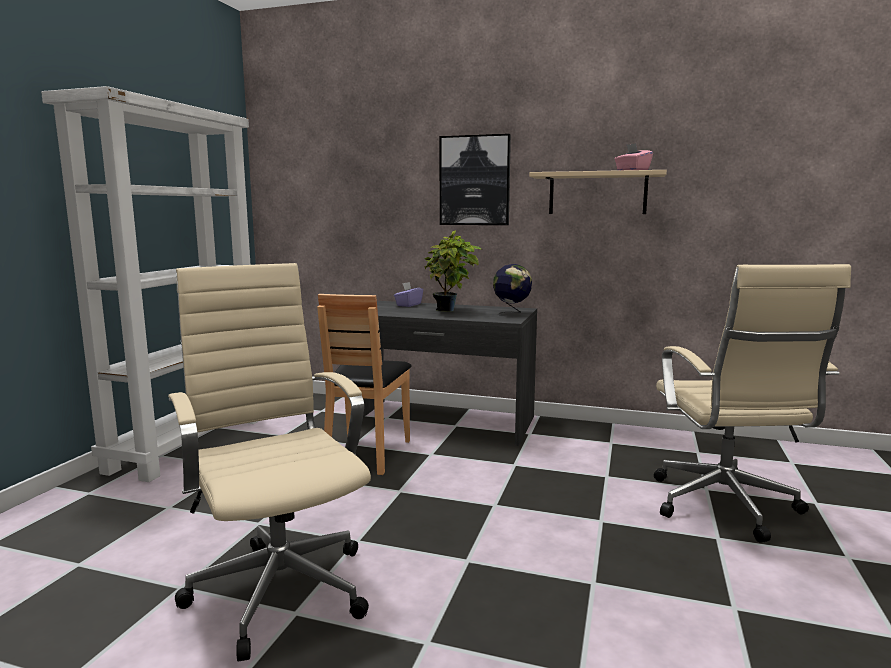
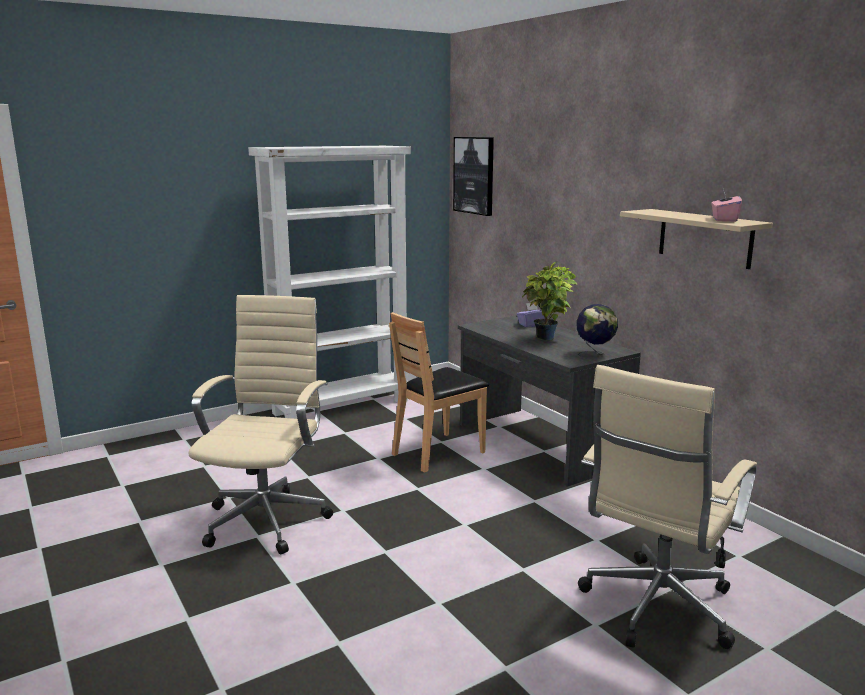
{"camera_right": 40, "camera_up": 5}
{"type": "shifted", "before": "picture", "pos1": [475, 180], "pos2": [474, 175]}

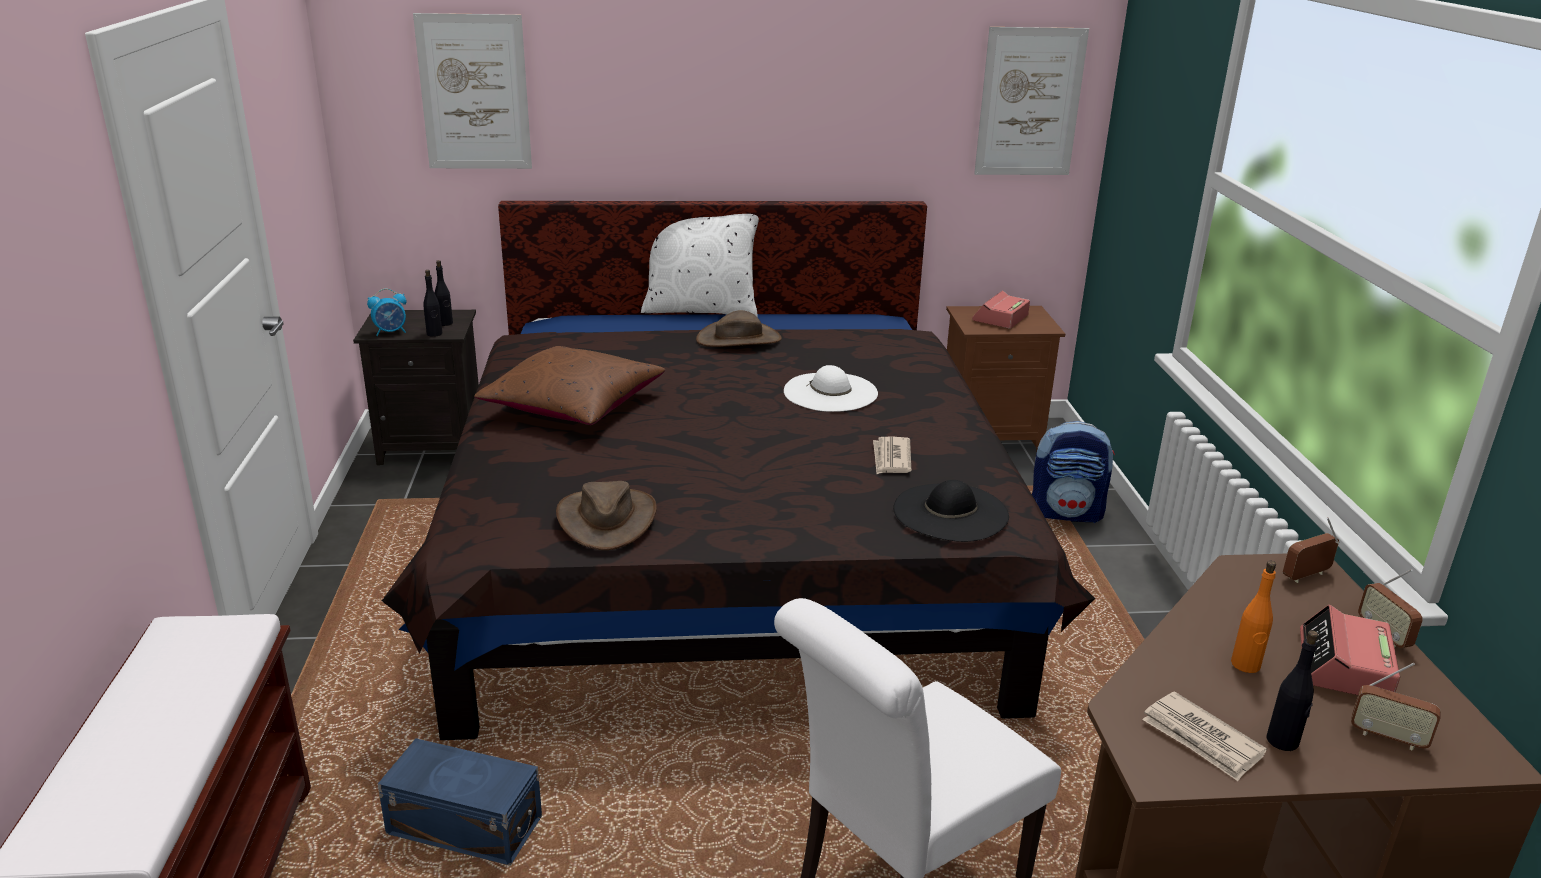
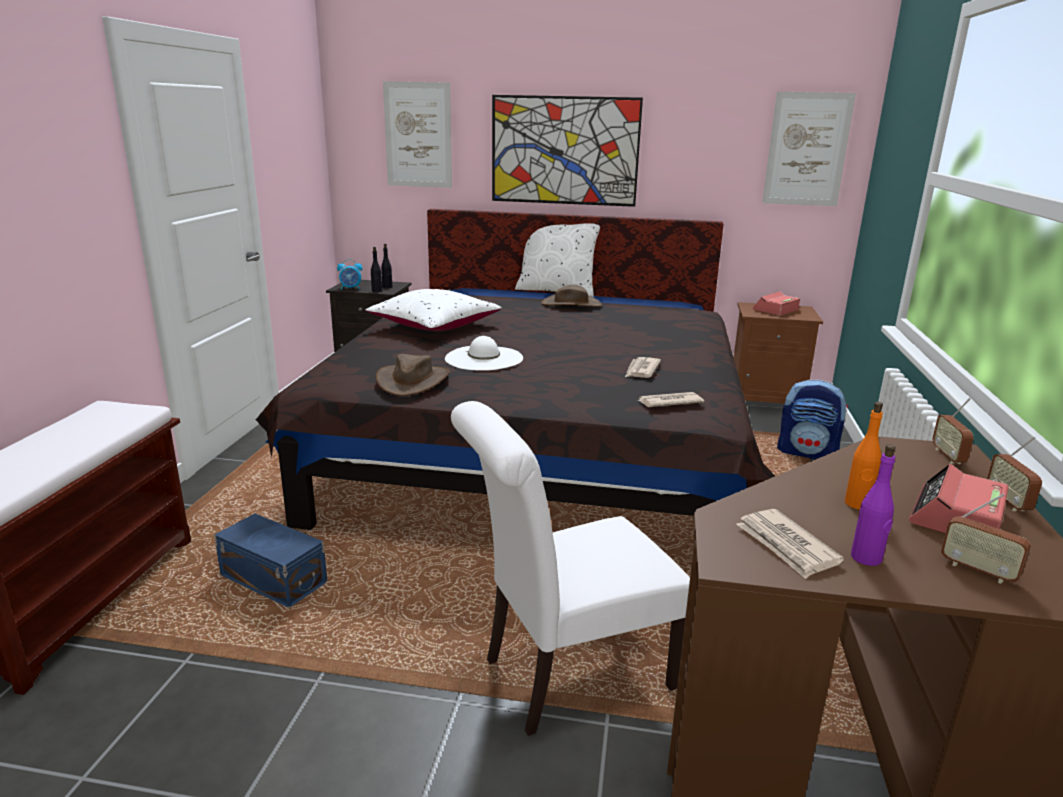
{"camera_right": 15, "camera_up": -5}
{"type": "repainted", "before": "throw pillow/brown-coloured", "after": "throw pillow/whitish", "pos1": [574, 406], "pos2": [435, 326]}
{"type": "shifted", "before": "hat/whitish", "pos1": [830, 392], "pos2": [484, 358]}
{"type": "swapped", "before": "hat/blackish", "after": "daily paper", "pos1": [950, 512], "pos2": [669, 402]}
{"type": "repainted", "before": "bottle/blackish", "after": "bottle/purple-coloured", "pos1": [1283, 741], "pos2": [866, 558]}
{"type": "rotated", "before": "radio set", "pos1": [1306, 576], "pos2": [948, 456], "turn": -75}
{"type": "new", "after": "picture", "pos2": [564, 151]}

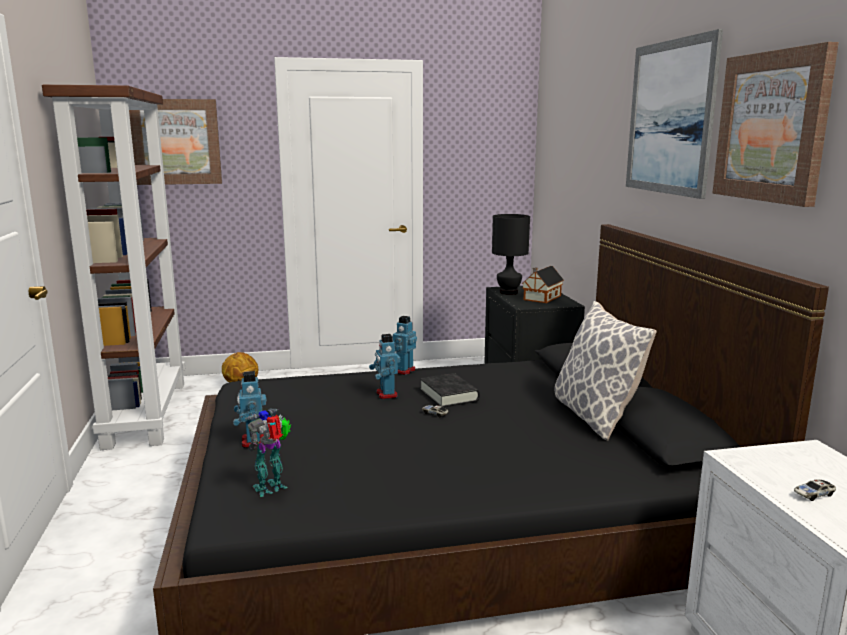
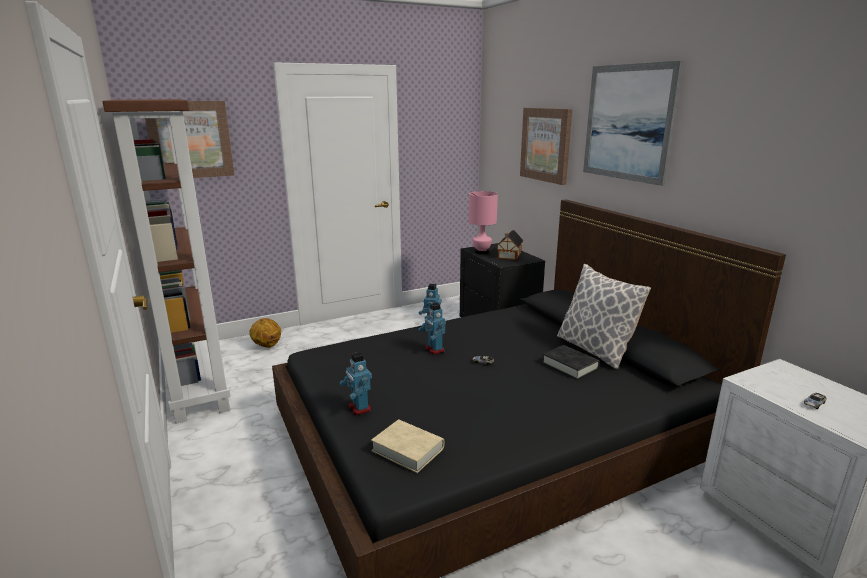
{"camera_right": -15, "camera_up": 5}
{"type": "swapped", "before": "robot figure", "after": "bound book/beige", "pos1": [272, 488], "pos2": [408, 450]}
{"type": "shifted", "before": "bound book/blackish", "pos1": [449, 395], "pos2": [570, 366]}
{"type": "repainted", "before": "lamp for a table/blackish", "after": "lamp for a table/pinkish", "pos1": [508, 292], "pos2": [481, 252]}
{"type": "shifted", "before": "picture", "pos1": [772, 127], "pos2": [546, 144]}

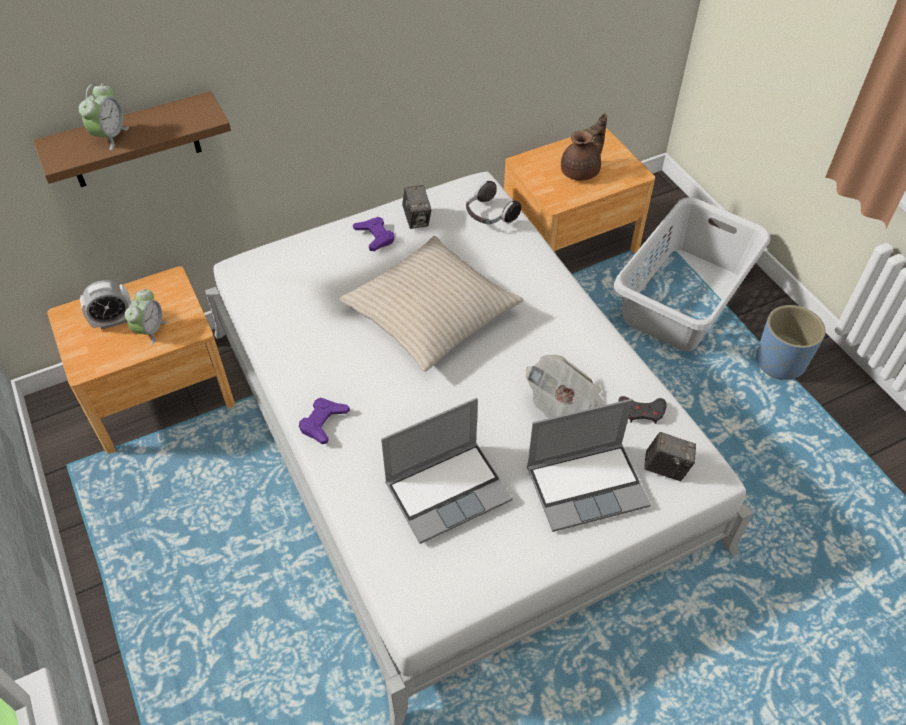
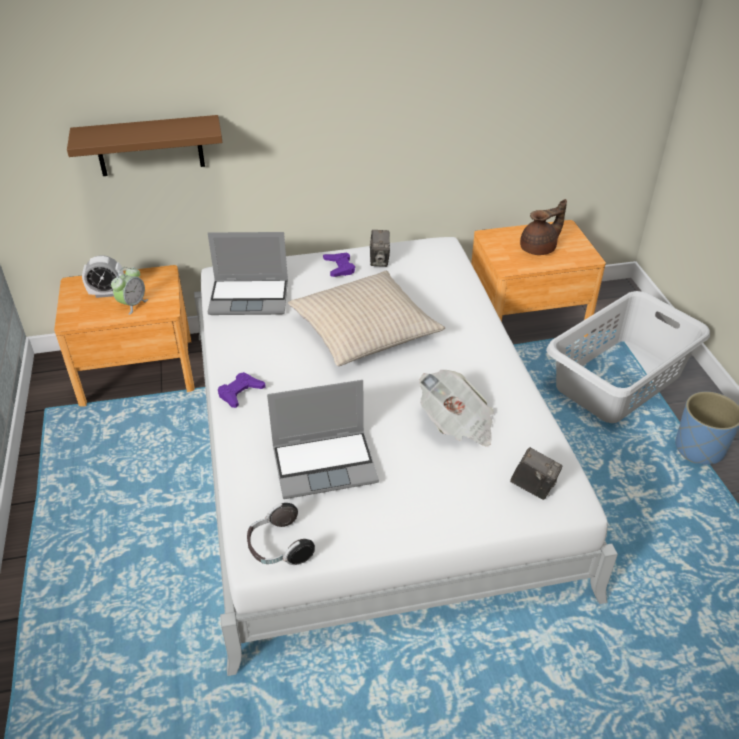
{"camera_right": 15, "camera_up": -10}
{"type": "gone", "before": "alarm clock", "pos1": [110, 136]}
{"type": "shifted", "before": "headset", "pos1": [489, 215], "pos2": [278, 547]}
{"type": "shifted", "before": "notebook computer", "pos1": [587, 485], "pos2": [250, 297]}
{"type": "gone", "before": "game controller/grey", "pos1": [642, 411]}

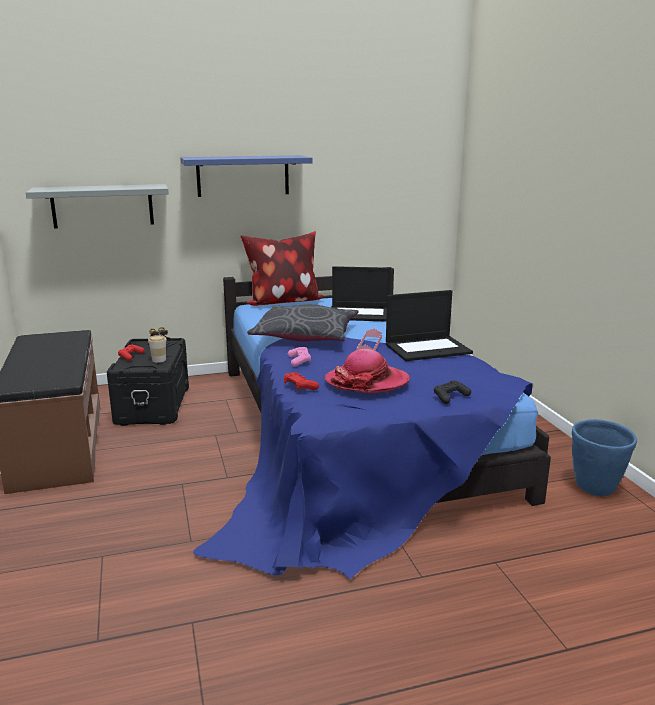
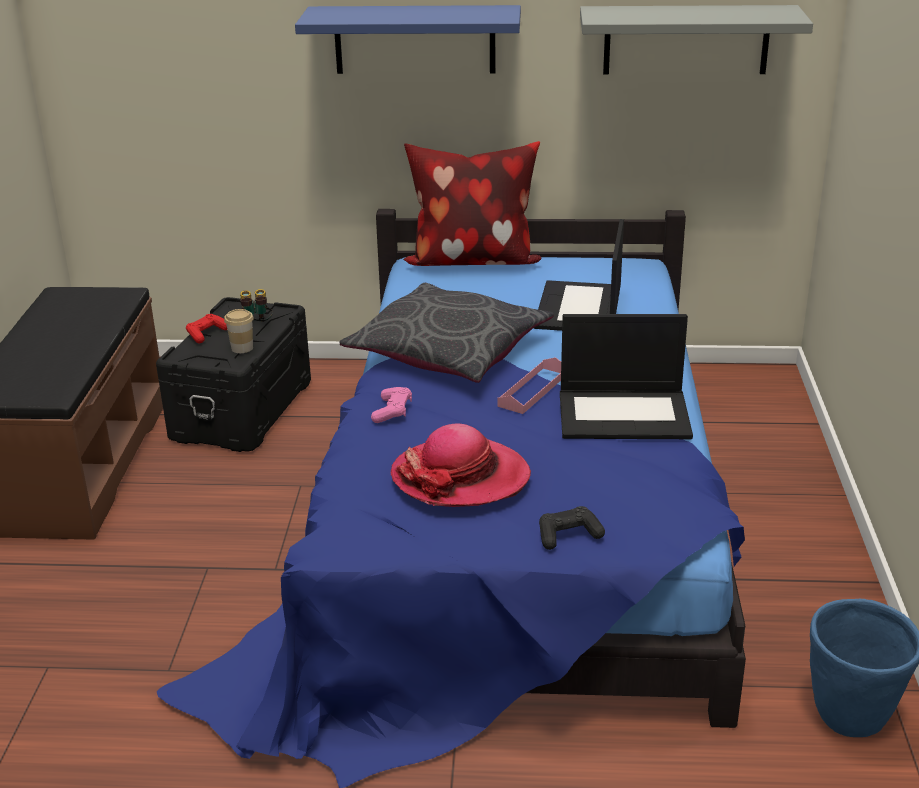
{"camera_right": 20, "camera_up": 10}
{"type": "shifted", "before": "bracket shelf/grey", "pos1": [102, 206], "pos2": [686, 40]}
{"type": "gone", "before": "game controller/red", "pos1": [300, 387]}
{"type": "rotated", "before": "notebook computer", "pos1": [360, 314], "pos2": [579, 308], "turn": 75}

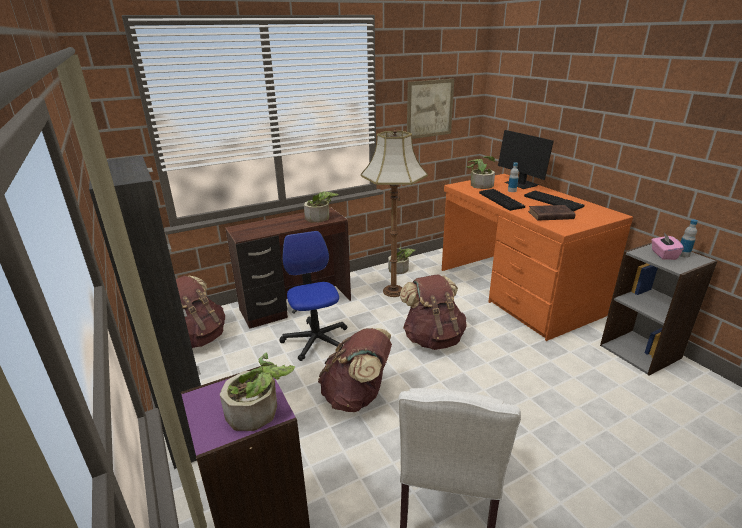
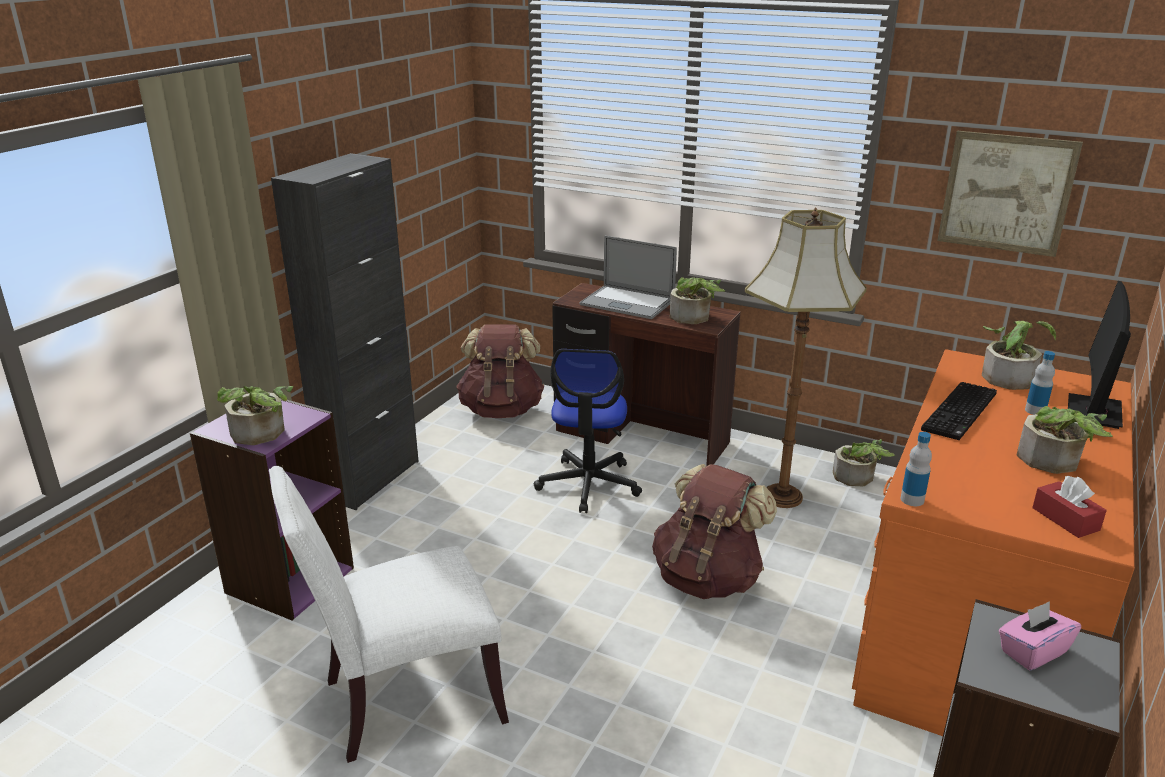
{"camera_right": 55, "camera_up": 0}
{"type": "rotated", "before": "desk chair", "pos1": [315, 340], "pos2": [588, 484], "turn": 150}
{"type": "gone", "before": "knapsack/brown-coloured", "pos1": [357, 397]}
{"type": "swapped", "before": "keyboard", "after": "houseplant", "pos1": [554, 201], "pos2": [1054, 462]}
{"type": "gone", "before": "bound book/brown-coloured", "pos1": [549, 215]}
{"type": "shifted", "before": "bottle", "pos1": [683, 255], "pos2": [912, 500]}
{"type": "new", "after": "notebook computer", "pos2": [627, 303]}
{"type": "new", "after": "tissue holder/red", "pos2": [1065, 519]}

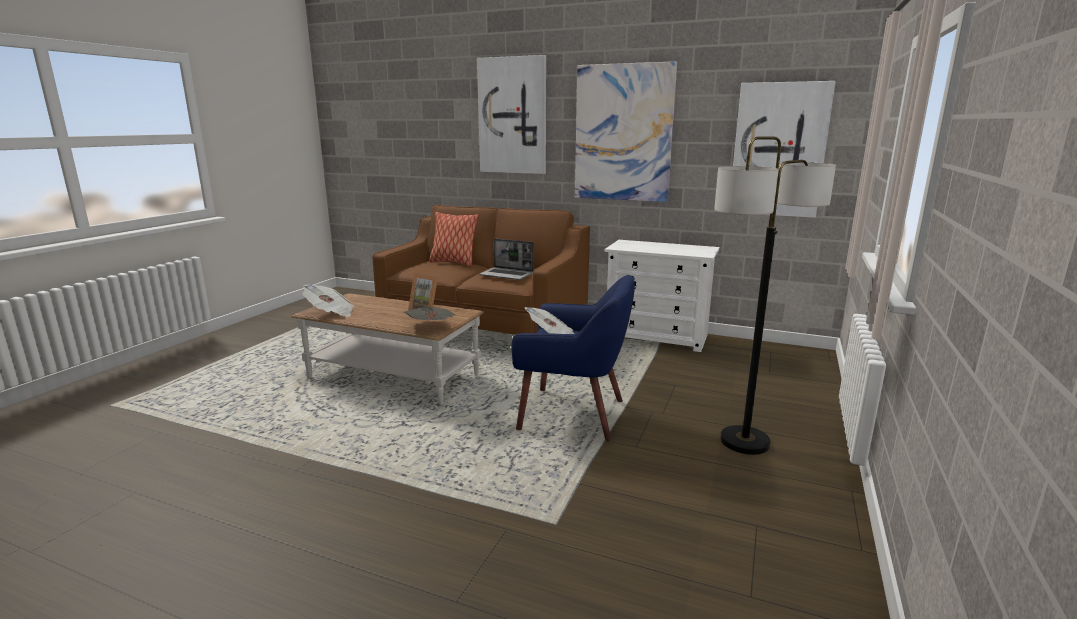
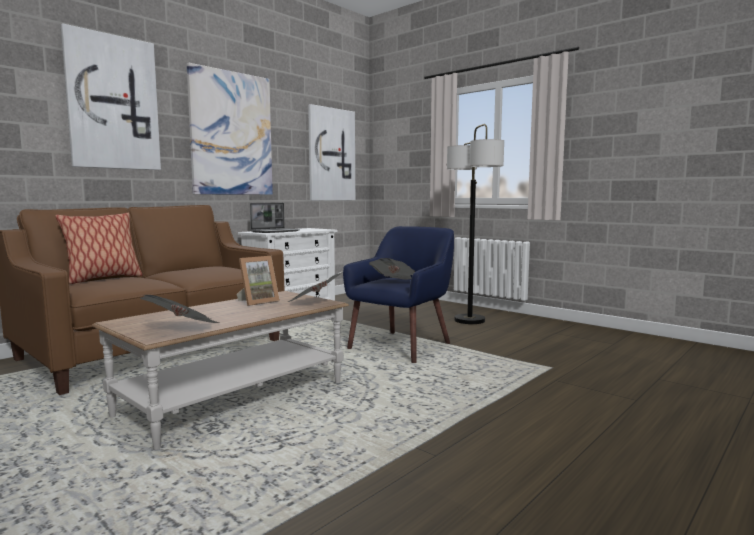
{"camera_right": -70, "camera_up": -10}
{"type": "shifted", "before": "notebook computer", "pos1": [507, 275], "pos2": [275, 231]}

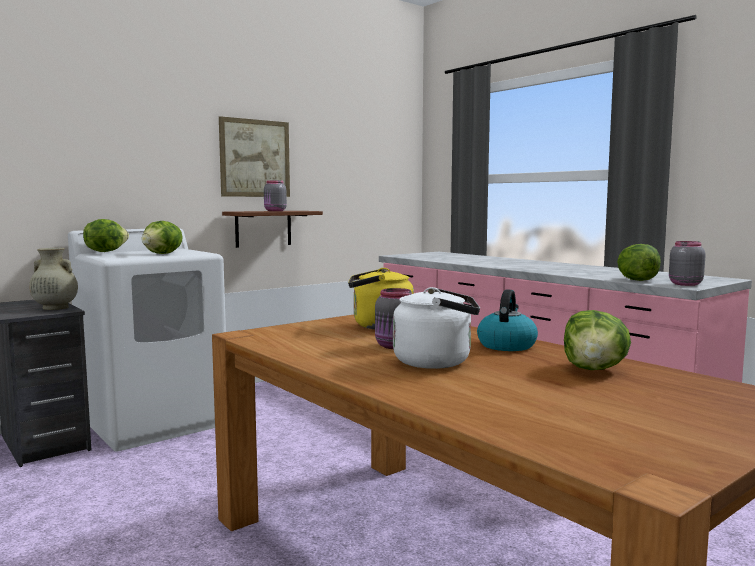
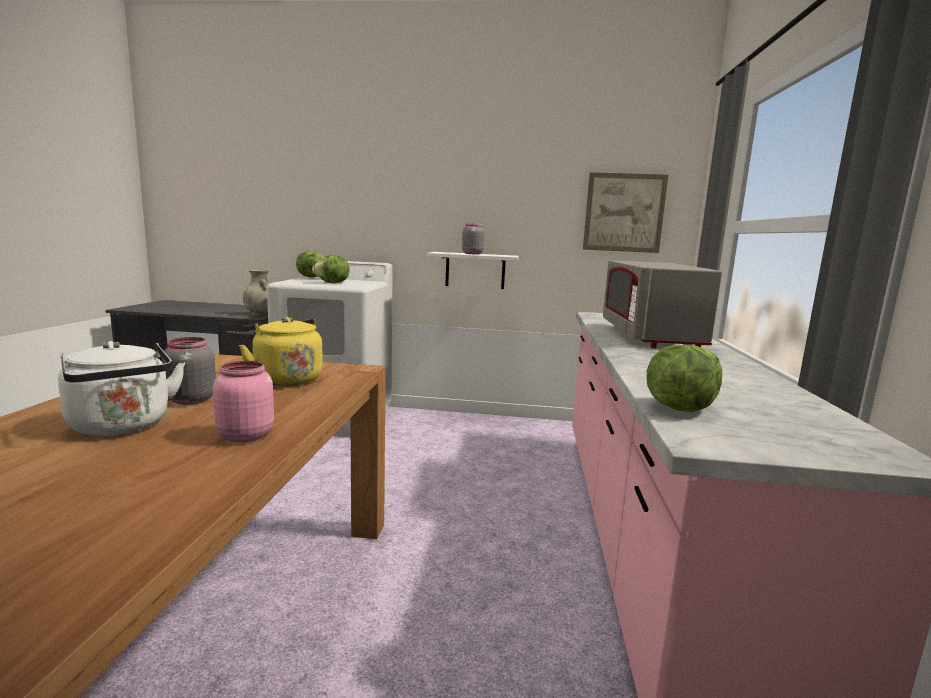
{"camera_right": 45, "camera_up": 5}
{"type": "shifted", "before": "picture", "pos1": [255, 158], "pos2": [624, 213]}
{"type": "repainted", "before": "bracket shelf/brown-coloured", "after": "bracket shelf/whitish", "pos1": [263, 228], "pos2": [475, 270]}
{"type": "swapped", "before": "water kettle", "after": "storage jar/pinkish", "pos1": [506, 345], "pos2": [244, 435]}
{"type": "gone", "before": "lettuce head", "pos1": [594, 369]}
{"type": "gone", "before": "storage jar/grey", "pos1": [684, 284]}
{"type": "new", "after": "microwave oven/grey", "pos2": [650, 336]}

